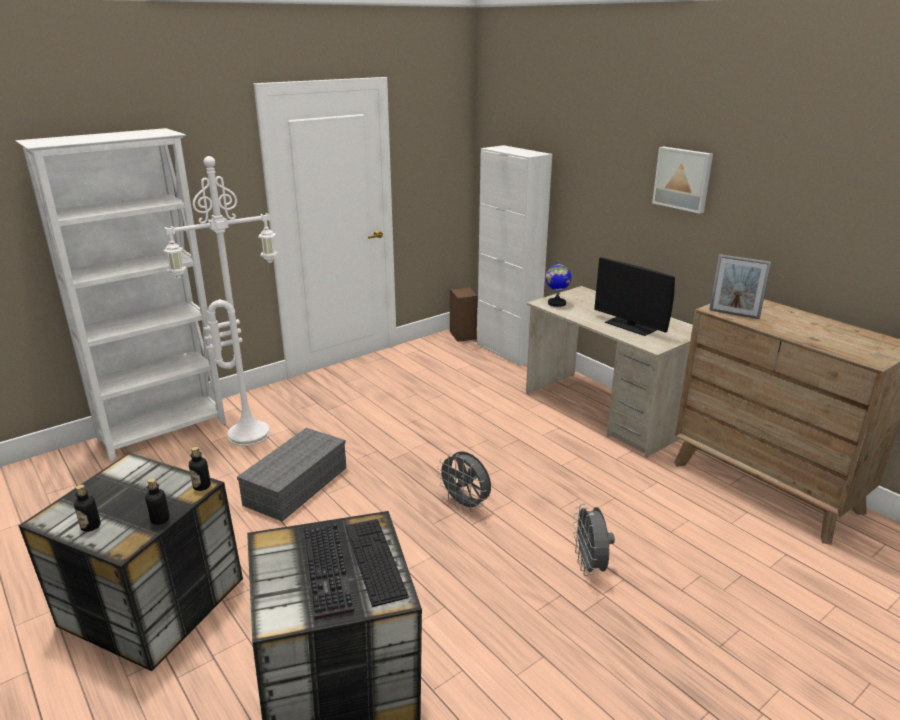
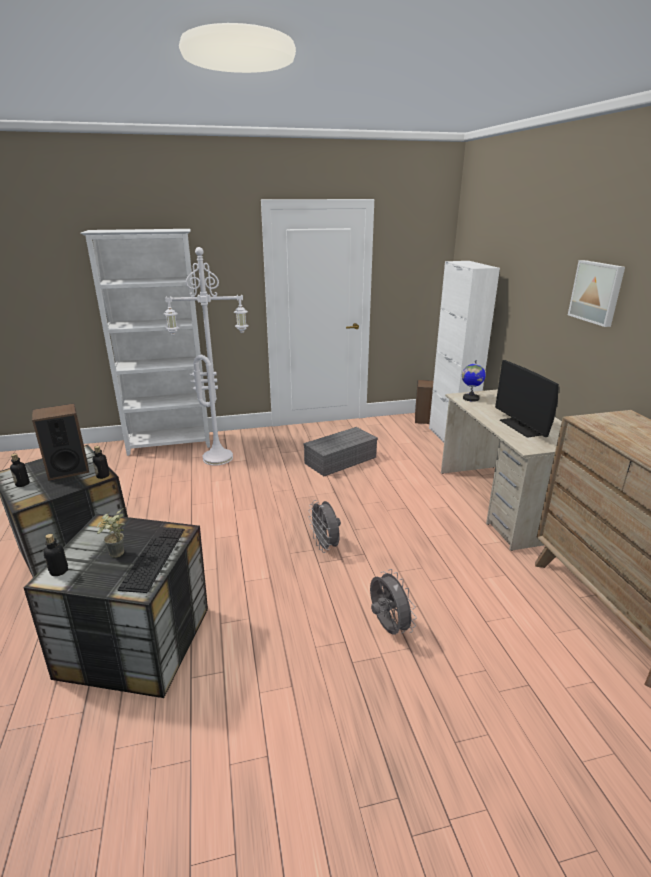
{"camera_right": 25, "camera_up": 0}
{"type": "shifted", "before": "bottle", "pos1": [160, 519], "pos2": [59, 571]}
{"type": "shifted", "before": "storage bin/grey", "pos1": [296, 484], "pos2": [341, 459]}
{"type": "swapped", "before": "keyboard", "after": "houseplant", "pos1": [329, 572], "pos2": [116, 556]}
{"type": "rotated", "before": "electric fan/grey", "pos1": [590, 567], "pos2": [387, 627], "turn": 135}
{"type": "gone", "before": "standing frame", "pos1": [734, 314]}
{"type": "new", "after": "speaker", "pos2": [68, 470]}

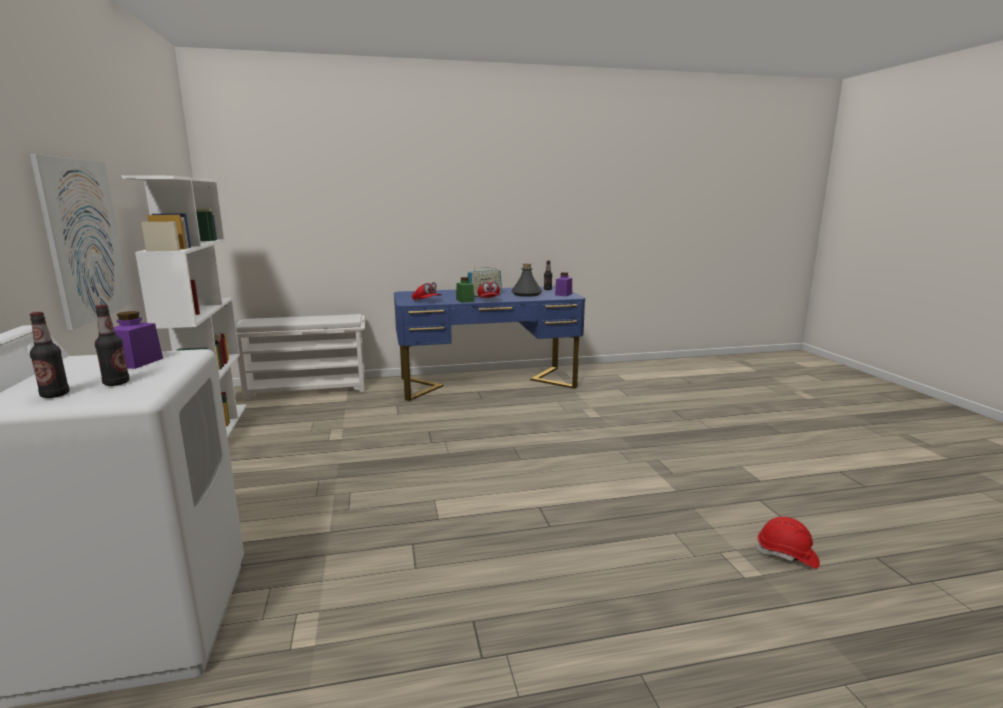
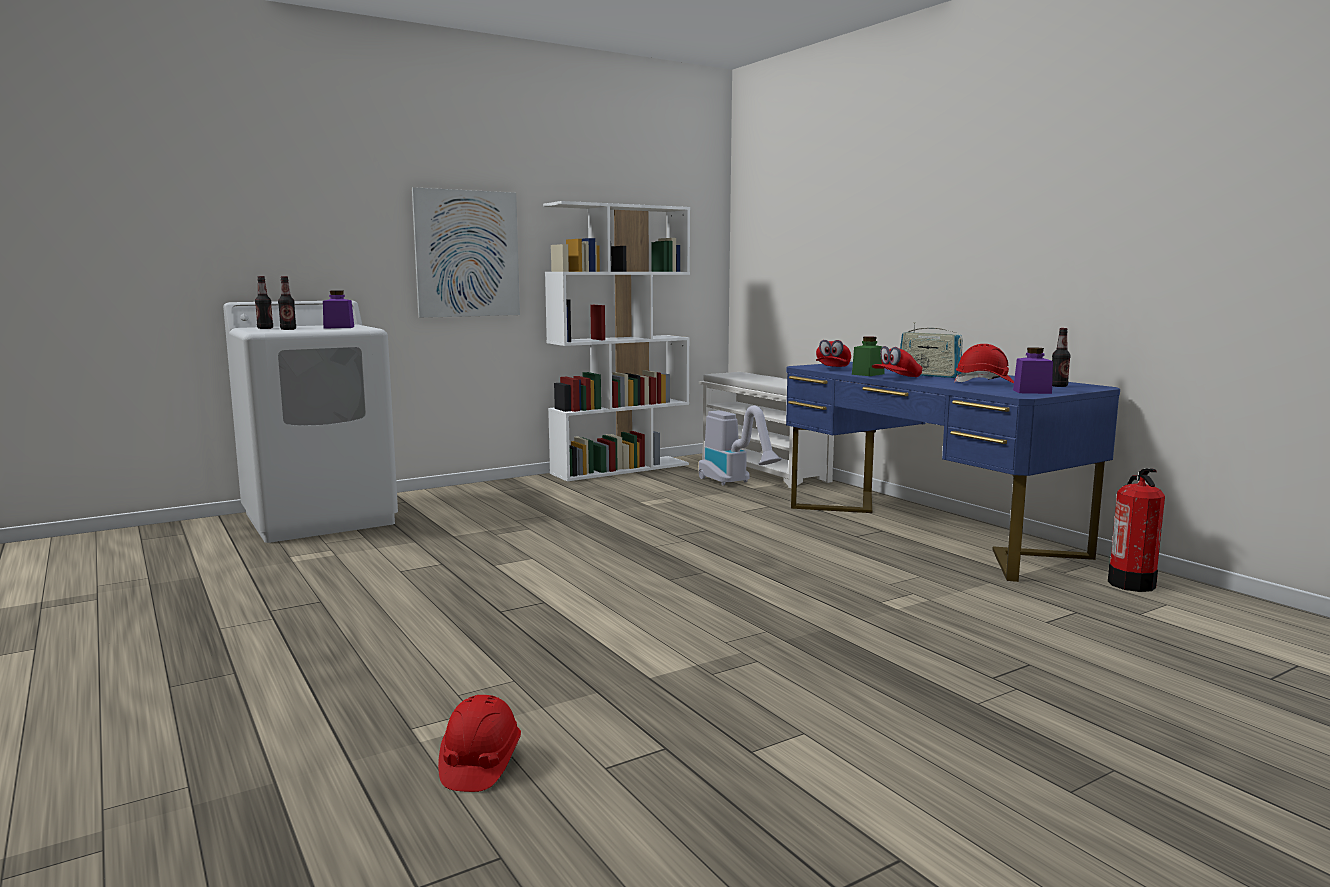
{"camera_right": 70, "camera_up": -5}
{"type": "swapped", "before": "bottle/grey", "after": "hard hat/red", "pos1": [526, 294], "pos2": [985, 383]}
{"type": "new", "after": "hoover", "pos2": [735, 484]}
{"type": "new", "after": "extinguisher", "pos2": [1131, 584]}

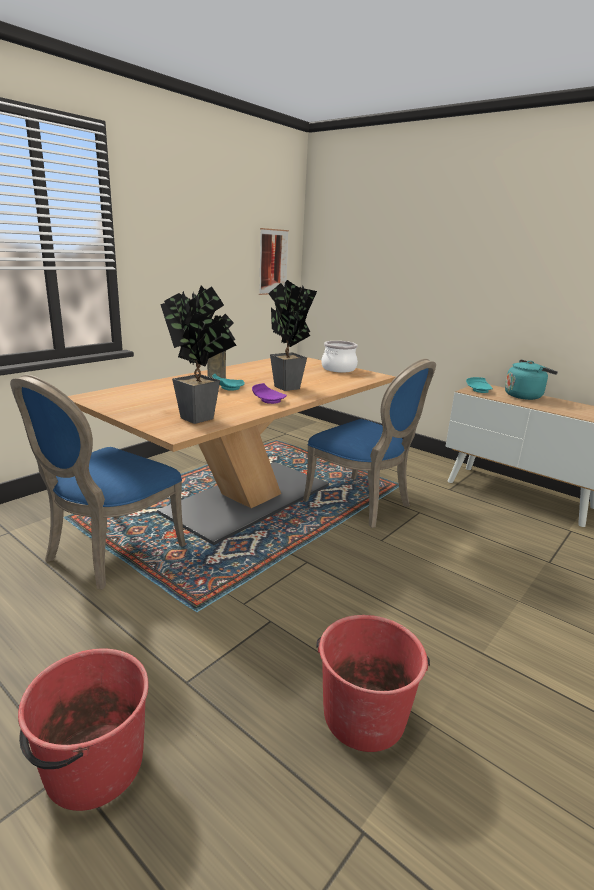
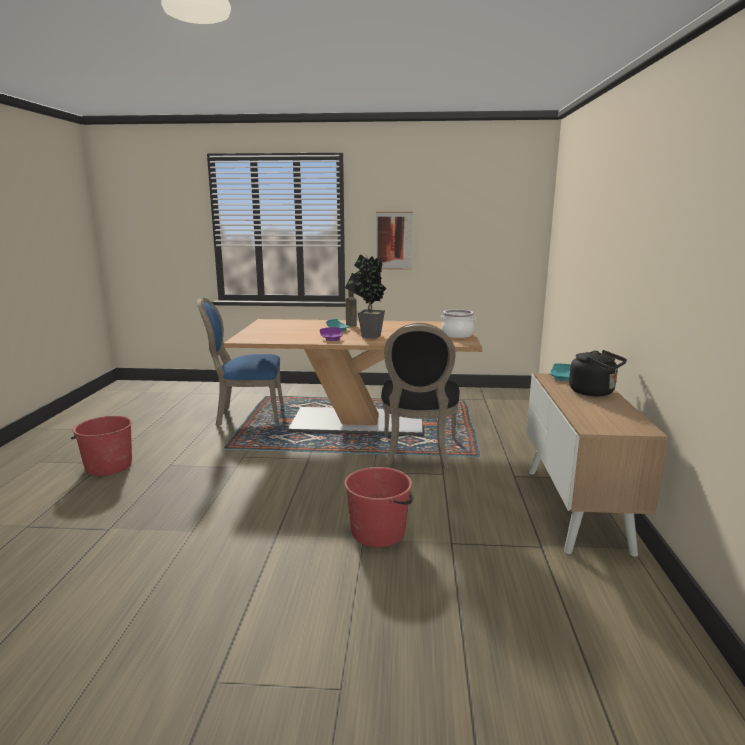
{"camera_right": 55, "camera_up": -5}
{"type": "gone", "before": "houseplant", "pos1": [203, 418]}
{"type": "shifted", "before": "picture", "pos1": [273, 262], "pos2": [394, 240]}
{"type": "repainted", "before": "plain chair/bluish", "after": "plain chair/blackish", "pos1": [362, 503], "pos2": [418, 452]}
{"type": "shifted", "before": "bucket/red", "pos1": [363, 715], "pos2": [379, 532]}
{"type": "repainted", "before": "water kettle/turquoise", "after": "water kettle/blackish", "pos1": [525, 396], "pos2": [594, 392]}

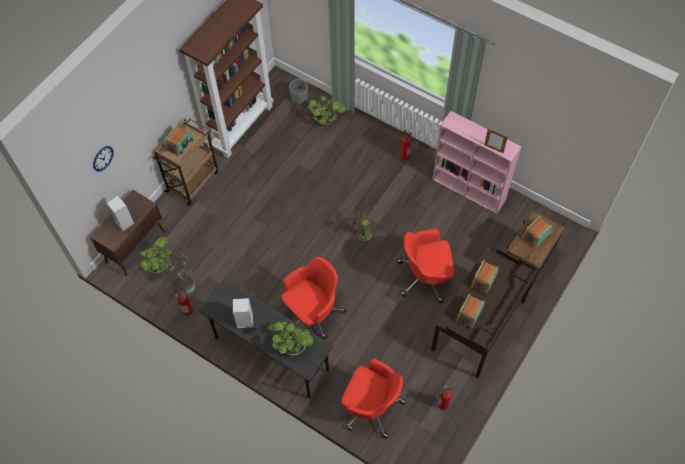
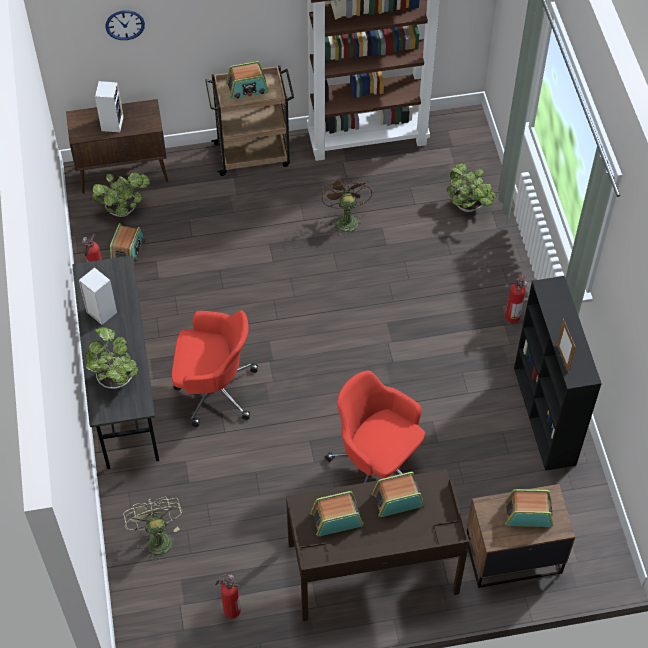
{"camera_right": 45, "camera_up": -5}
{"type": "swapped", "before": "houseplant", "after": "radio set", "pos1": [187, 284], "pos2": [128, 251]}
{"type": "gone", "before": "flower pot/grey", "pos1": [299, 98]}
{"type": "swapped", "before": "desk chair/red", "after": "electric fan/greenish", "pos1": [371, 406], "pos2": [156, 538]}
{"type": "shifted", "before": "electric fan/brown-coloured", "pos1": [360, 233], "pos2": [345, 219]}
{"type": "repainted", "before": "shelving unit/pinkish", "after": "shelving unit/blackish", "pos1": [469, 189], "pos2": [545, 416]}

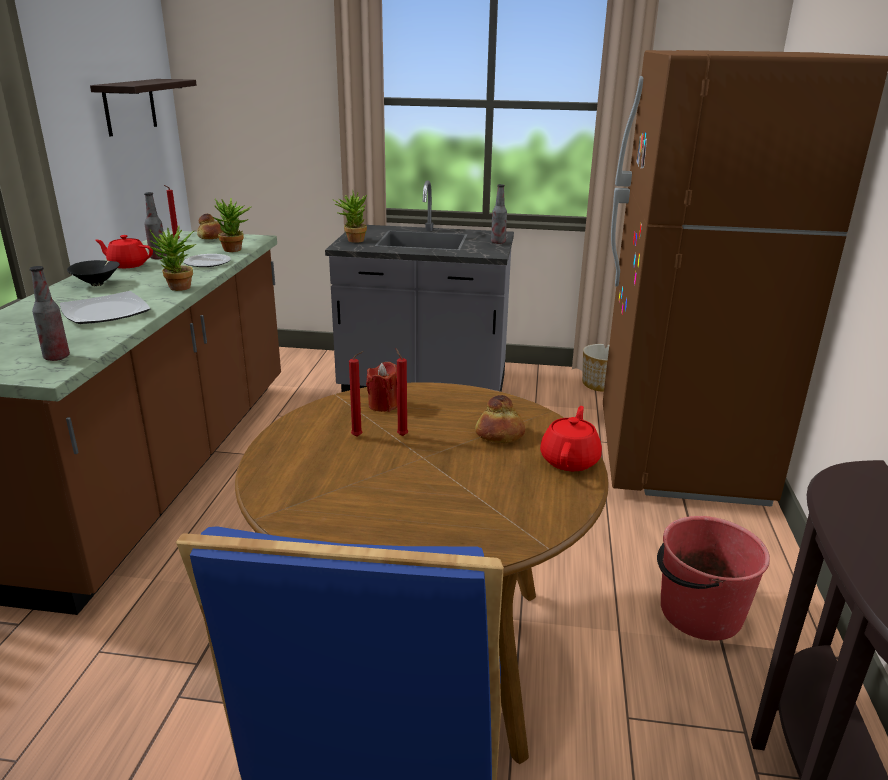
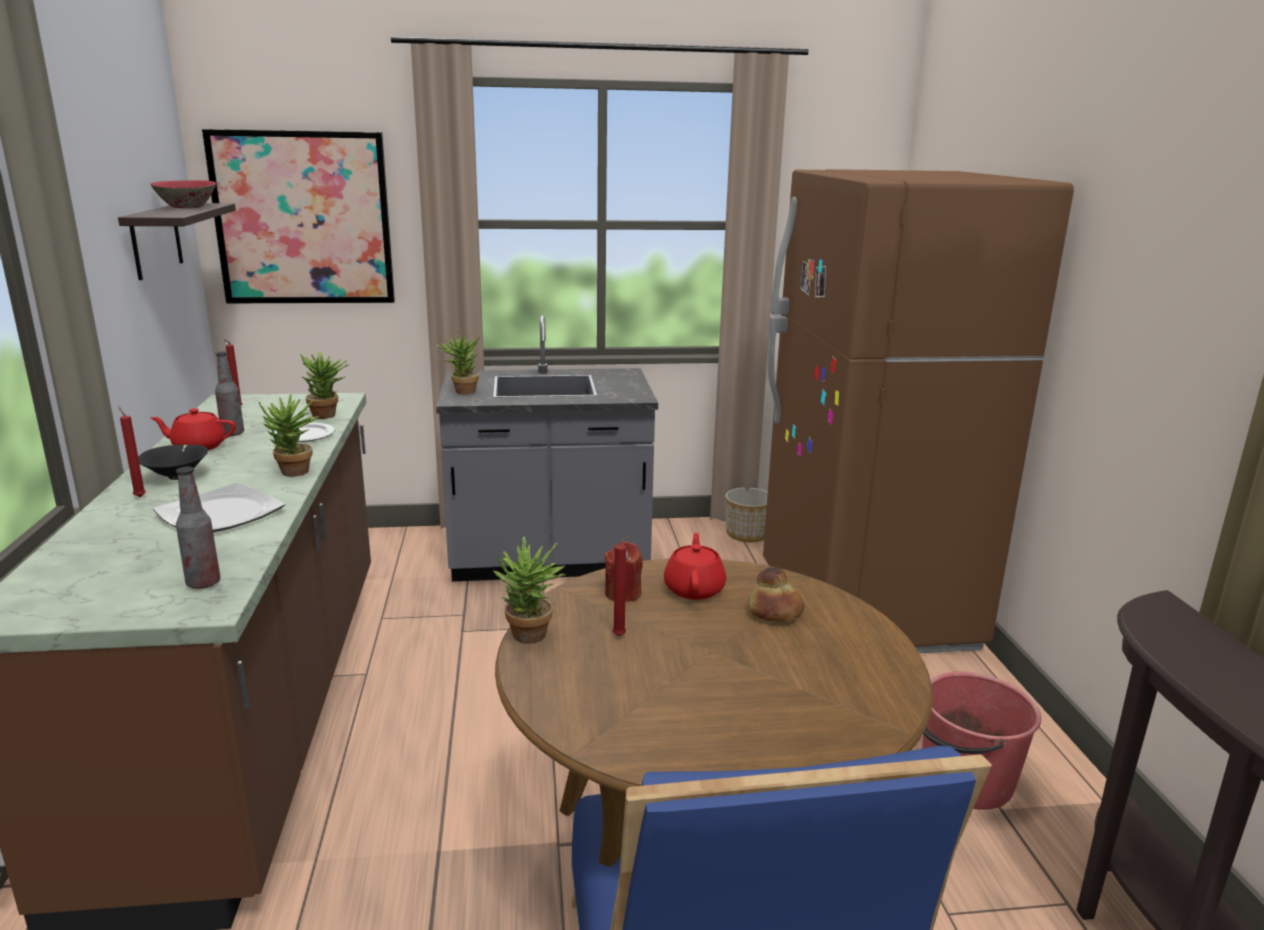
{"camera_right": -15, "camera_up": -5}
{"type": "gone", "before": "bread", "pos1": [212, 237]}
{"type": "shifted", "before": "candle/red", "pos1": [401, 435], "pos2": [139, 496]}
{"type": "gone", "before": "bottle", "pos1": [498, 242]}
{"type": "shifted", "before": "teapot/red", "pos1": [570, 460], "pos2": [694, 589]}
{"type": "new", "after": "deep dish/red", "pos2": [187, 207]}
{"type": "new", "after": "picture", "pos2": [303, 218]}
{"type": "new", "after": "houseplant", "pos2": [530, 639]}

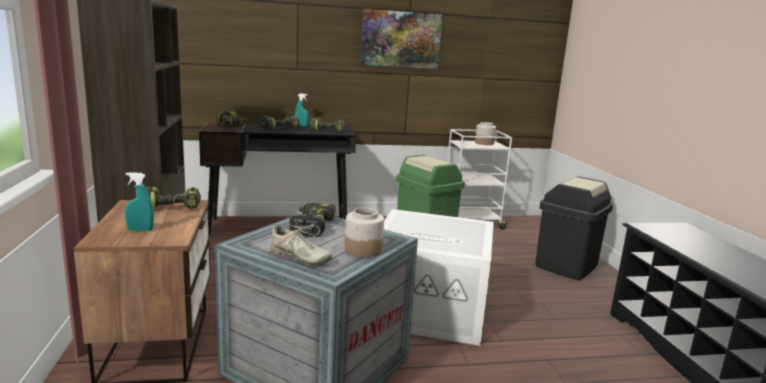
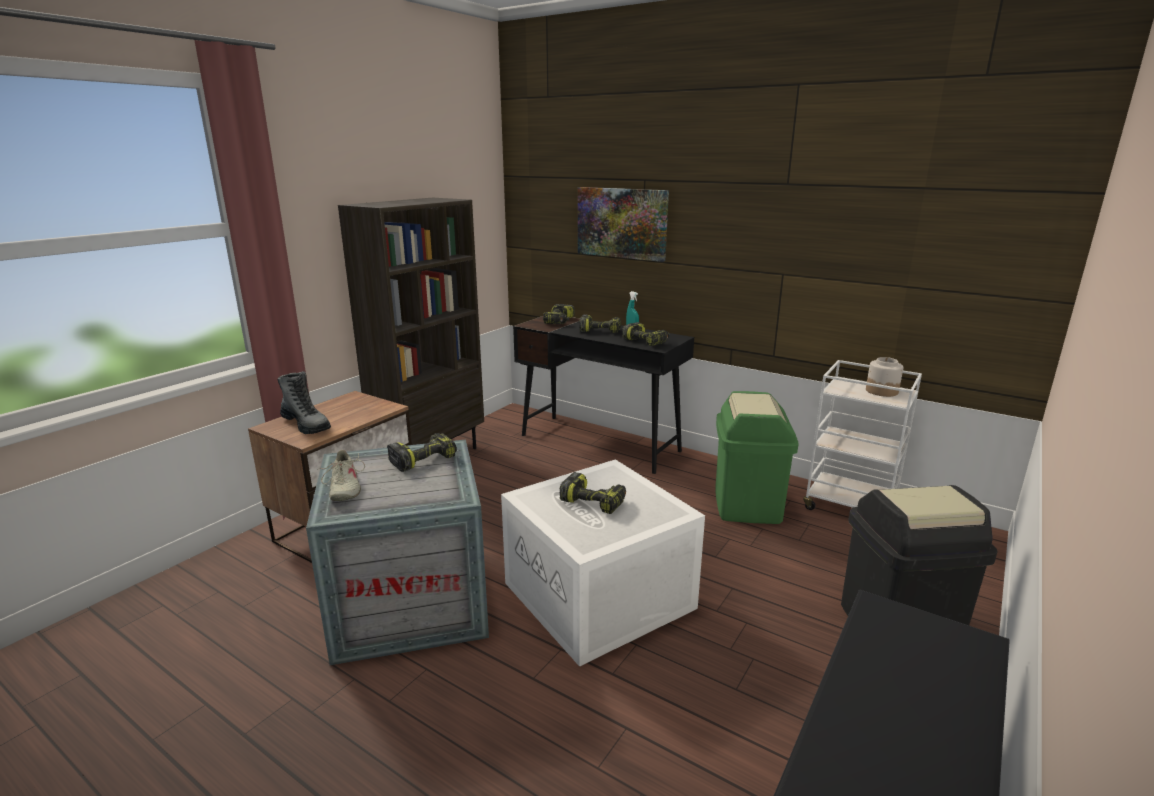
{"camera_right": 45, "camera_up": 5}
{"type": "swapped", "before": "spray bottle/turquoise", "after": "high-top boot", "pos1": [140, 230], "pos2": [306, 424]}
{"type": "shifted", "before": "electric drill", "pos1": [173, 206], "pos2": [594, 501]}
{"type": "gone", "before": "storage jar", "pos1": [362, 250]}
{"type": "shifted", "before": "picture", "pos1": [401, 39], "pos2": [622, 223]}

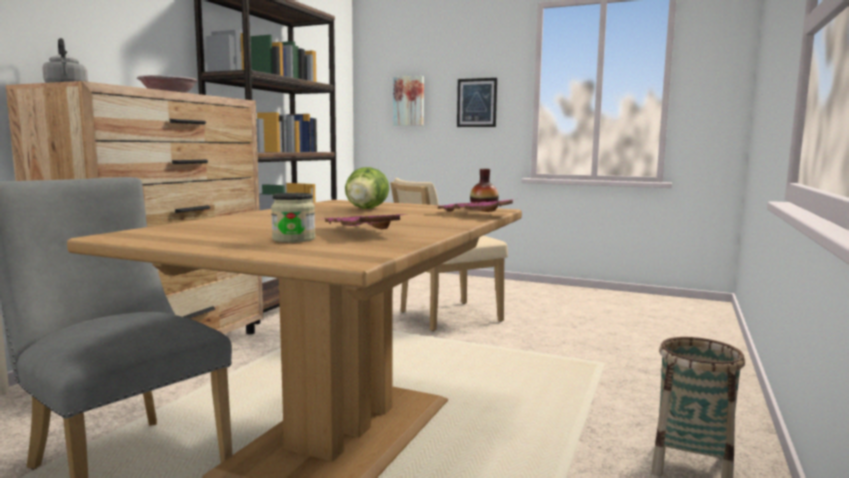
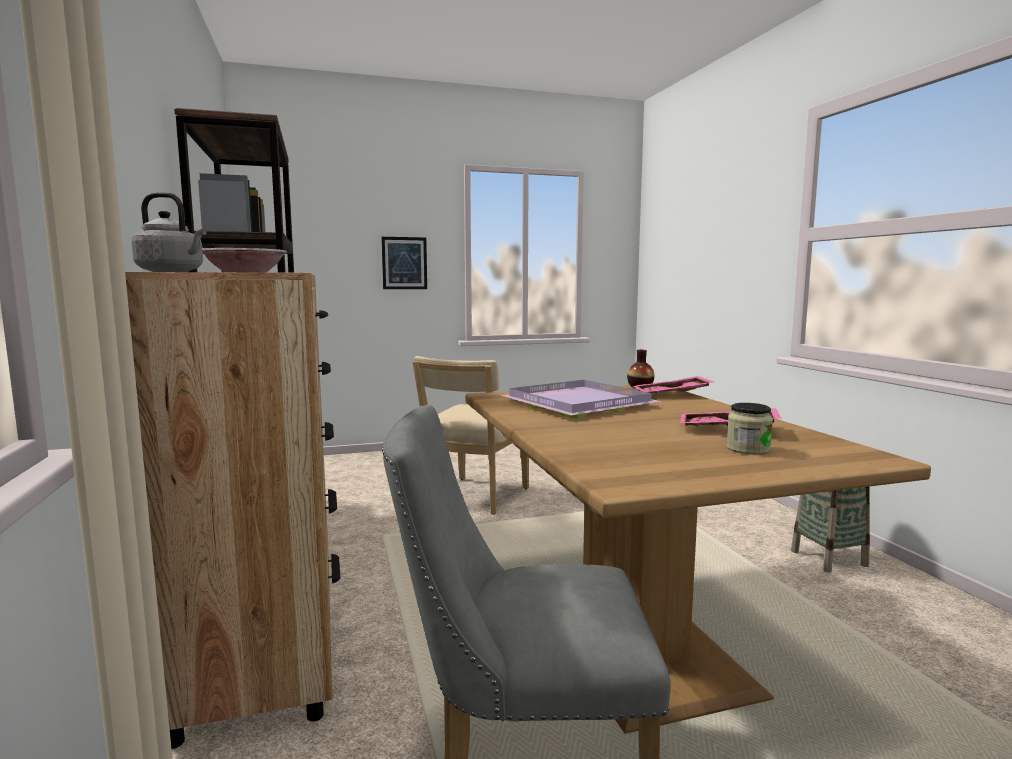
{"camera_right": -40, "camera_up": 0}
{"type": "swapped", "before": "lettuce head", "after": "carrying tray/purple-coloured", "pos1": [365, 209], "pos2": [578, 403]}
{"type": "gone", "before": "picture", "pos1": [409, 101]}

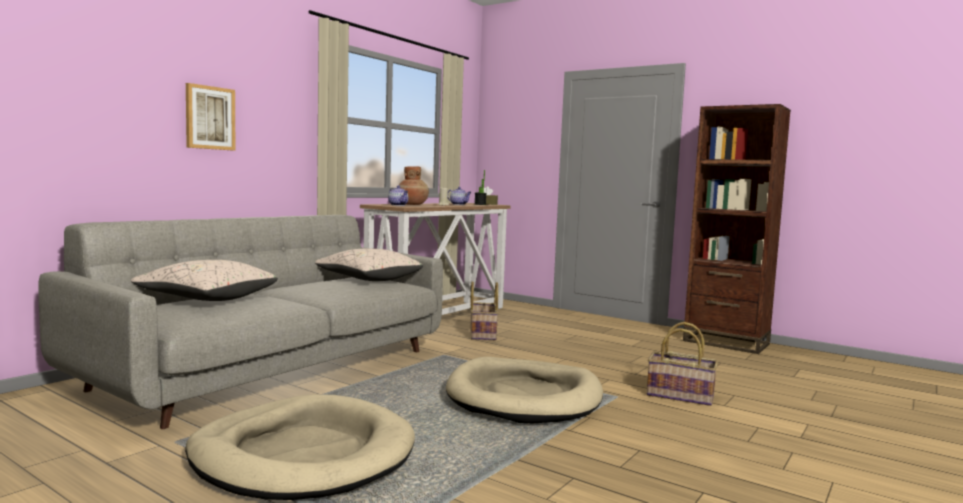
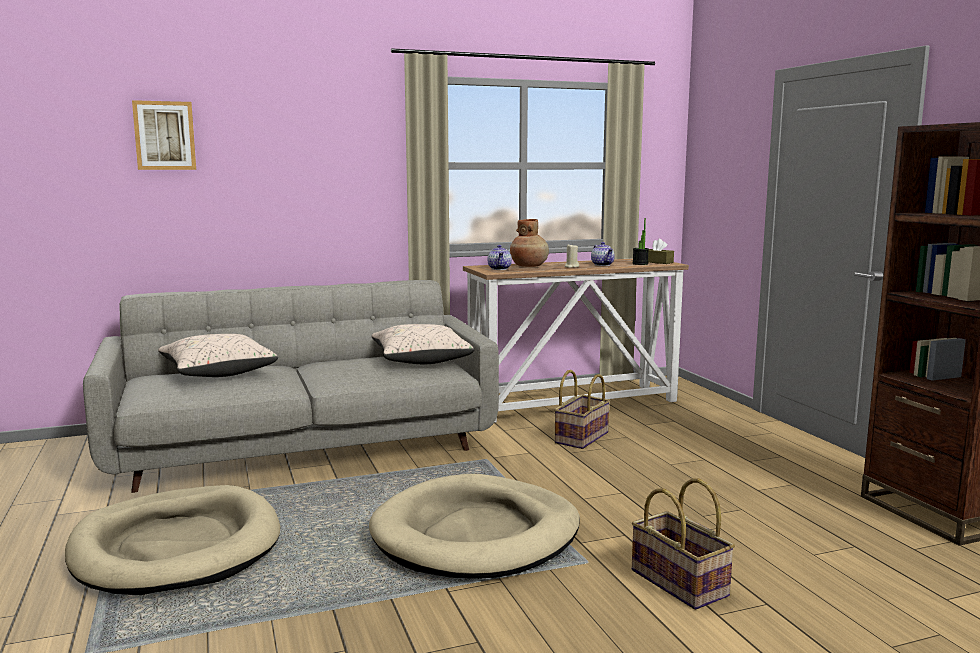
{"camera_right": 35, "camera_up": 5}
{"type": "shifted", "before": "picture", "pos1": [210, 118], "pos2": [164, 135]}

